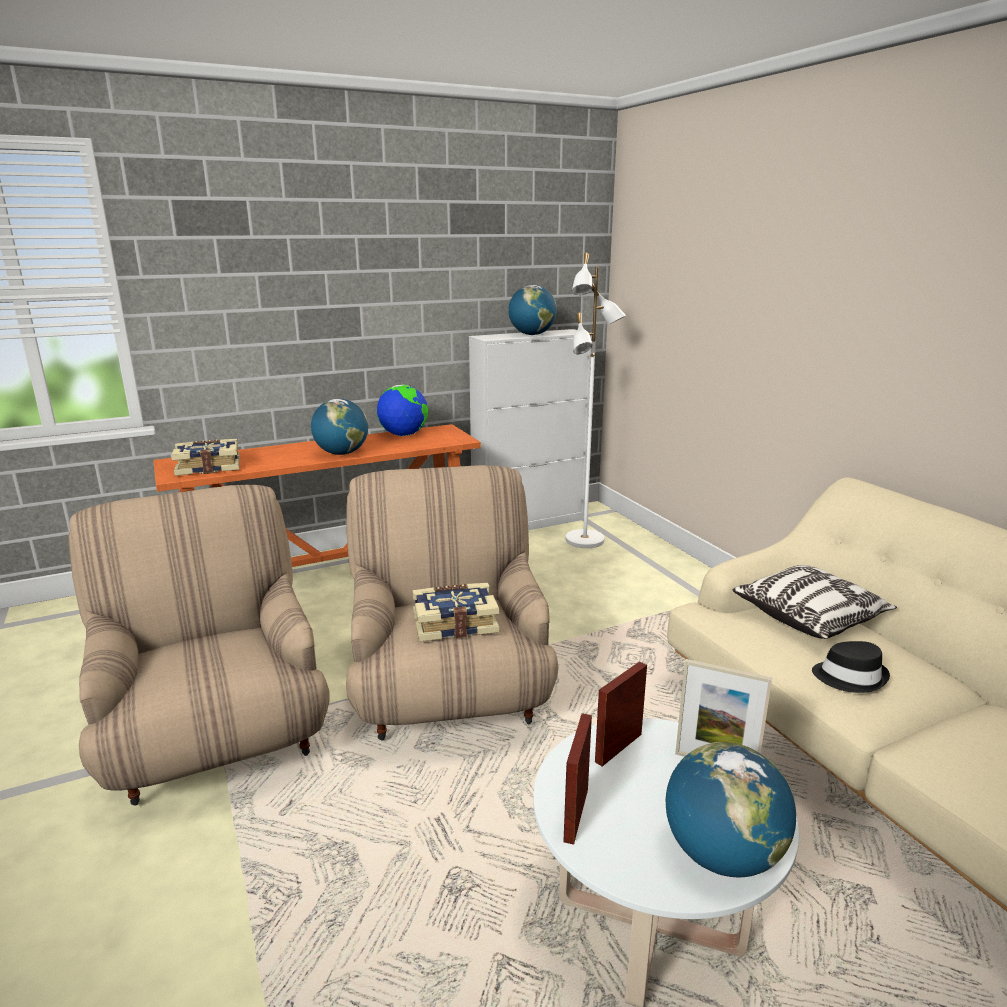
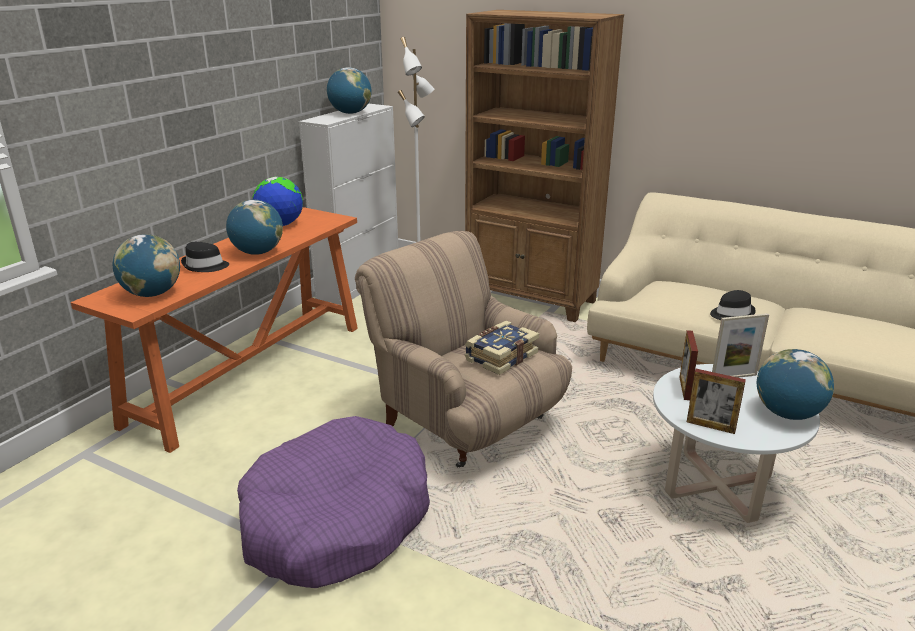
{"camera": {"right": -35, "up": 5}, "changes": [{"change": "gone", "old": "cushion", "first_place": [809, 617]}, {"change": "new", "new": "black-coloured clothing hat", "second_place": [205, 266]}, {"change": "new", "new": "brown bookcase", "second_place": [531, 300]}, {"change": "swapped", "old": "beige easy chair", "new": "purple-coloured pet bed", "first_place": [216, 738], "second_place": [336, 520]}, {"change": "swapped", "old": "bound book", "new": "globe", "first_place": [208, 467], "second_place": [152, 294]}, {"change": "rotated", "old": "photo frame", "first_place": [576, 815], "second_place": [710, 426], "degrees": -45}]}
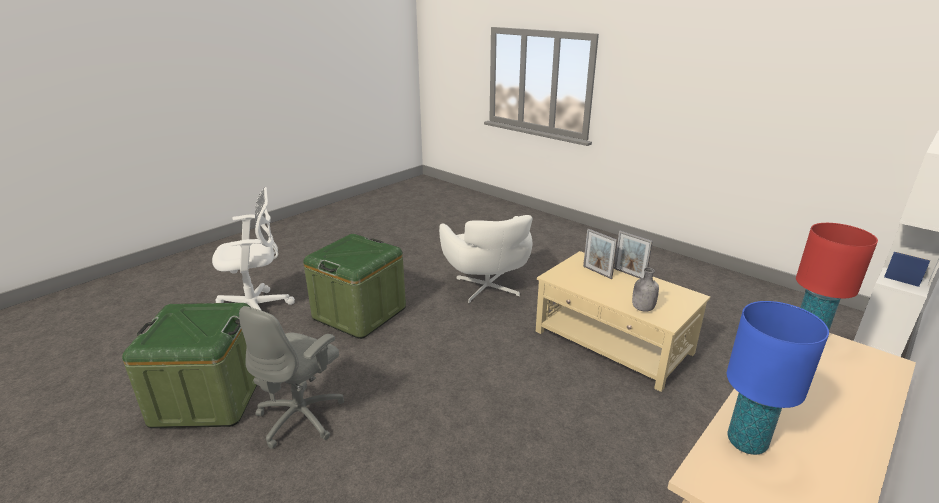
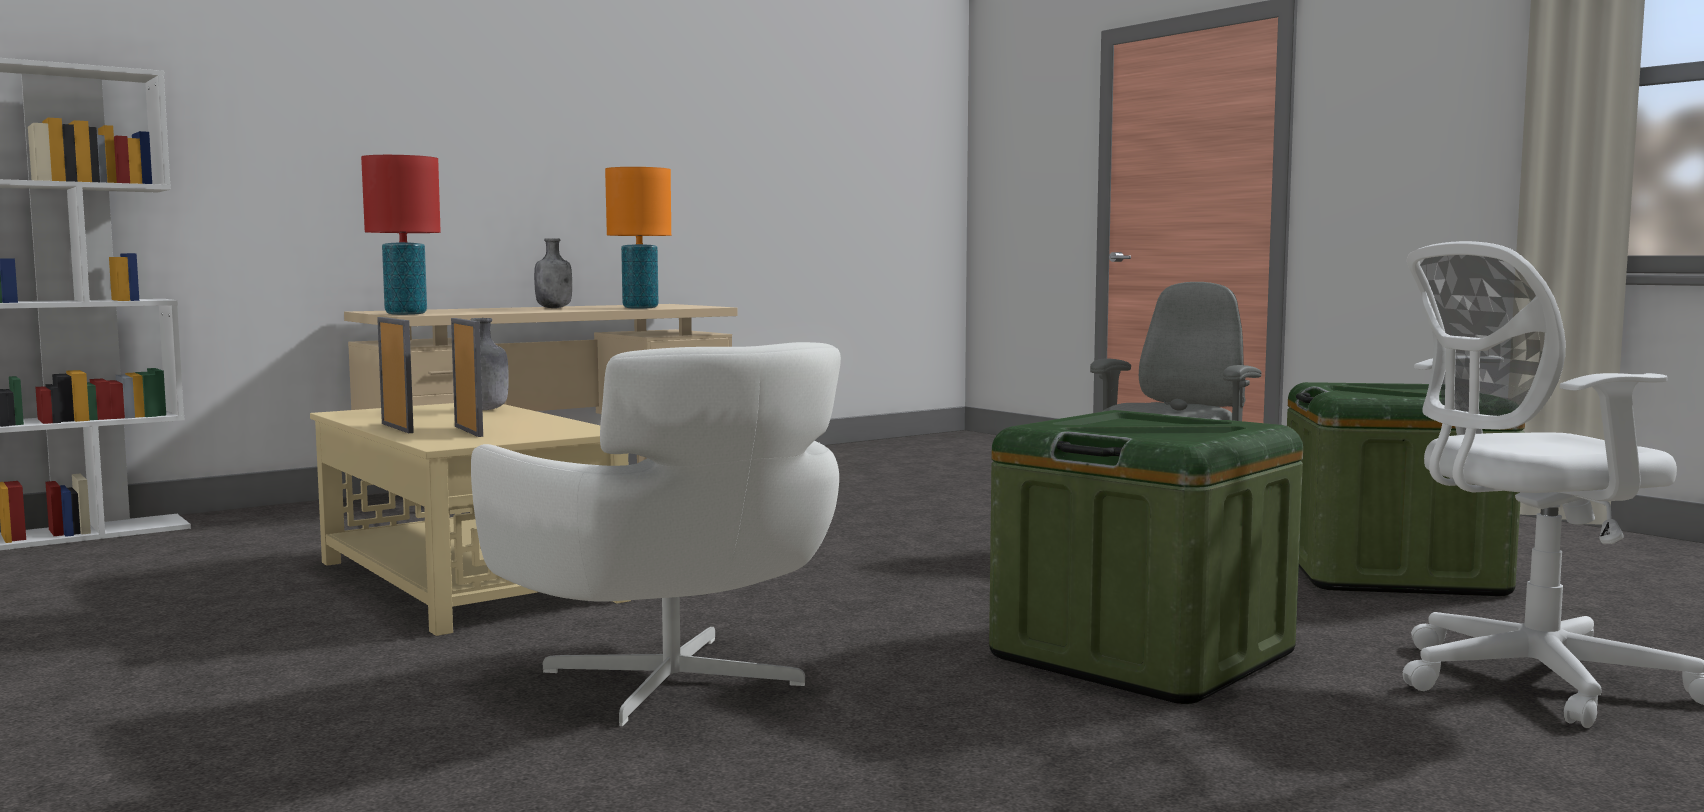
{"camera": {"right": -170, "up": -20}, "changes": [{"change": "new", "new": "grey drink bottle", "second_place": [554, 308]}, {"change": "repainted", "old": "blue-coloured lamp for a table", "new": "orange lamp for a table", "first_place": [746, 442], "second_place": [640, 308]}, {"change": "rotated", "old": "whitish easy chair", "first_place": [488, 288], "second_place": [677, 681], "degrees": 150}]}
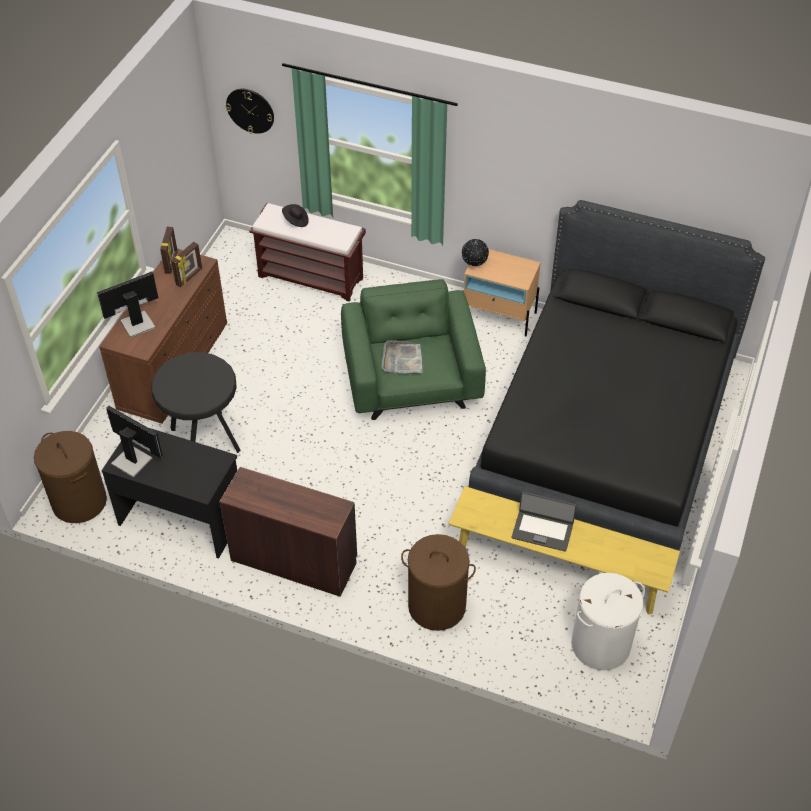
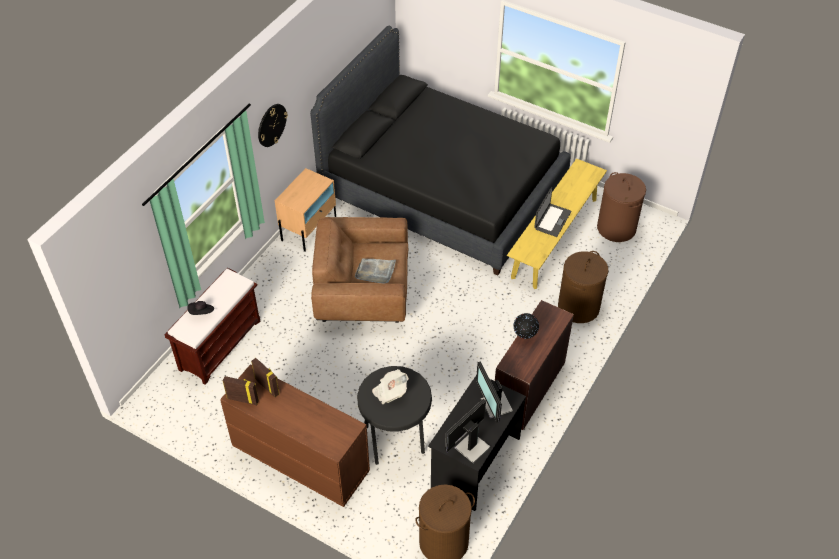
{"camera": {"right": -80, "up": 0}, "changes": [{"change": "new", "new": "newspaper", "second_place": [390, 392]}, {"change": "shifted", "old": "computer screen", "first_place": [136, 323], "second_place": [495, 405]}, {"change": "shifted", "old": "wall clock", "first_place": [250, 110], "second_place": [271, 125]}, {"change": "shifted", "old": "globe", "first_place": [474, 265], "second_place": [525, 336]}, {"change": "repainted", "old": "green easy chair", "new": "brown easy chair", "first_place": [411, 380], "second_place": [362, 292]}, {"change": "repainted", "old": "whitish washing basket", "new": "brown washing basket", "first_place": [600, 645], "second_place": [616, 228]}]}
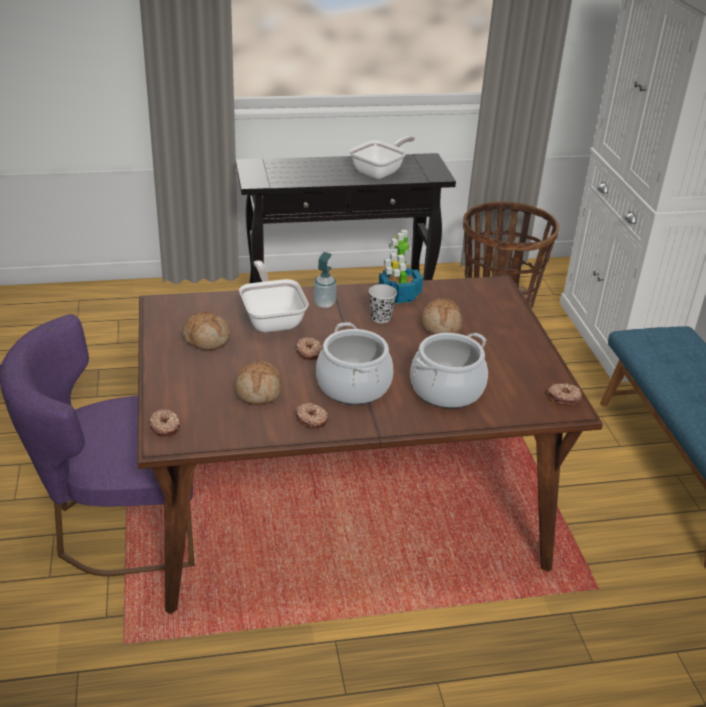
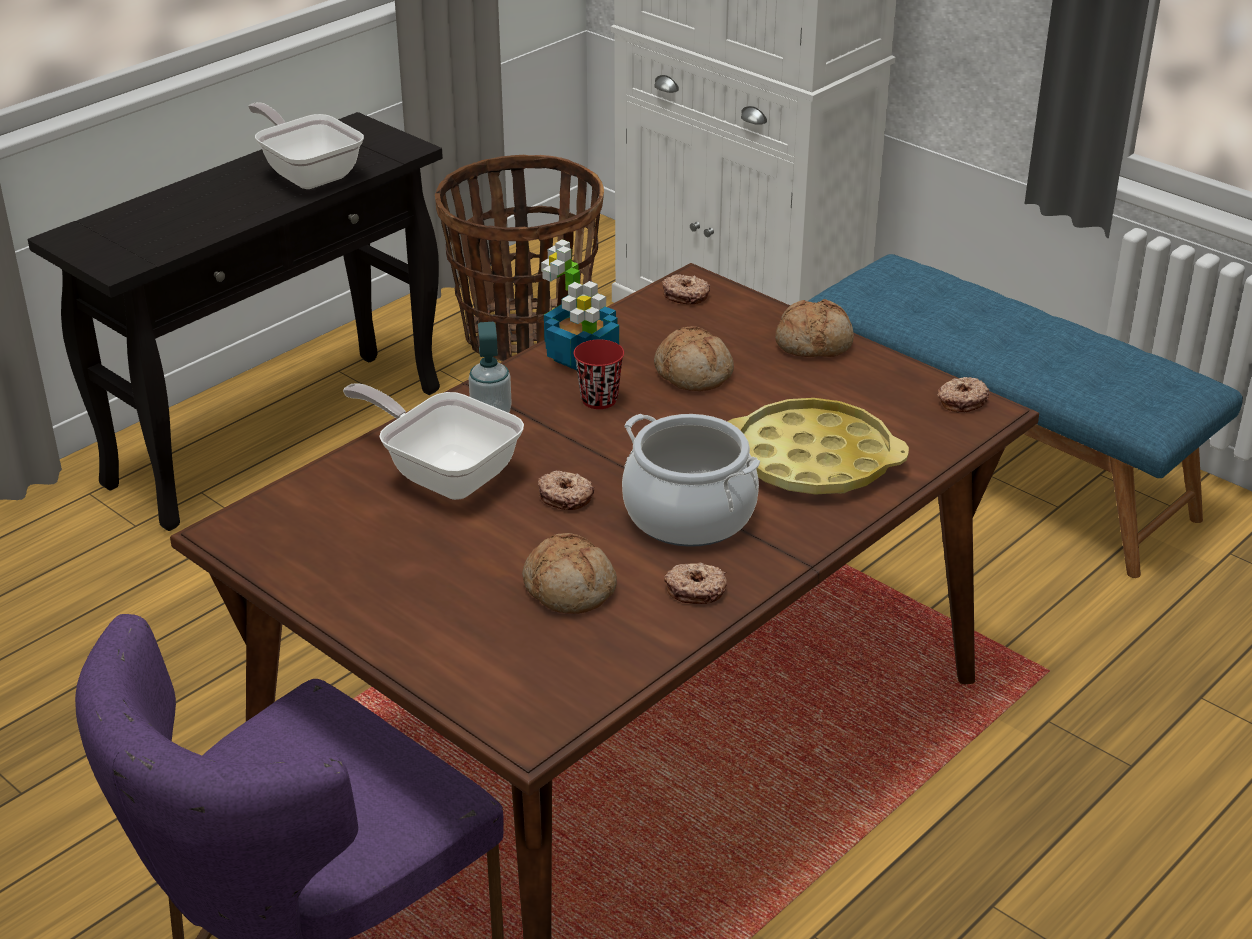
{"camera": {"right": -35, "up": 0}, "changes": [{"change": "shifted", "old": "doughnut", "first_place": [165, 427], "second_place": [685, 295]}, {"change": "shifted", "old": "baked bread", "first_place": [207, 339], "second_place": [814, 343]}, {"change": "swapped", "old": "saucepot", "new": "yellow-coloured tray", "first_place": [446, 389], "second_place": [813, 460]}, {"change": "repainted", "old": "black-coloured drinking cup", "new": "red drinking cup", "first_place": [380, 318], "second_place": [599, 400]}, {"change": "rotated", "old": "frying pan", "first_place": [381, 172], "second_place": [308, 173], "degrees": -45}]}
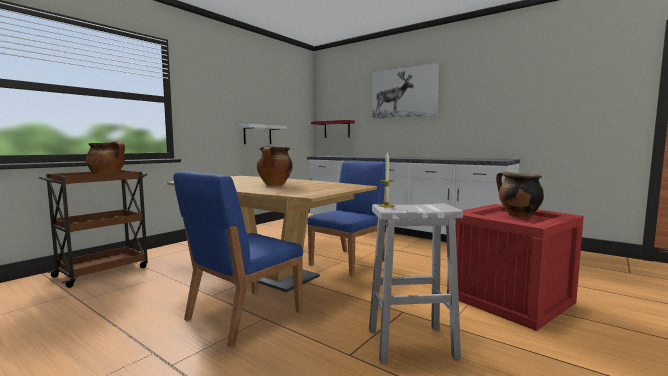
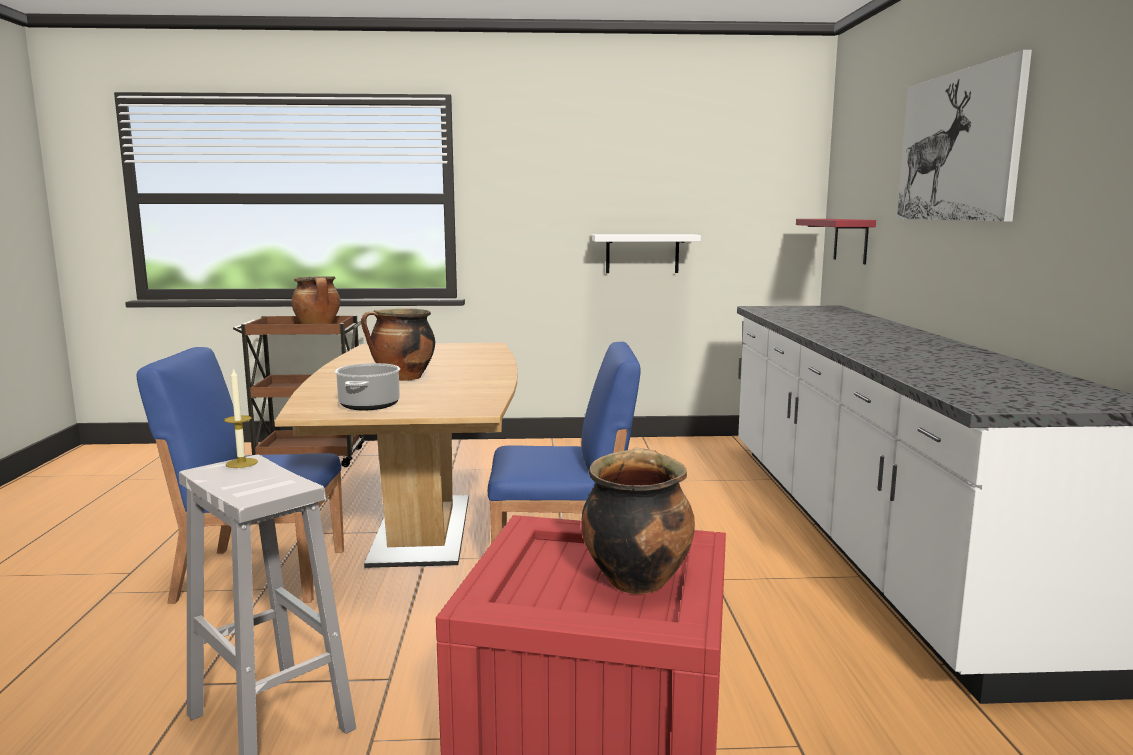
{"camera": {"right": 50, "up": 5}, "changes": [{"change": "new", "new": "saucepot", "second_place": [369, 405]}]}
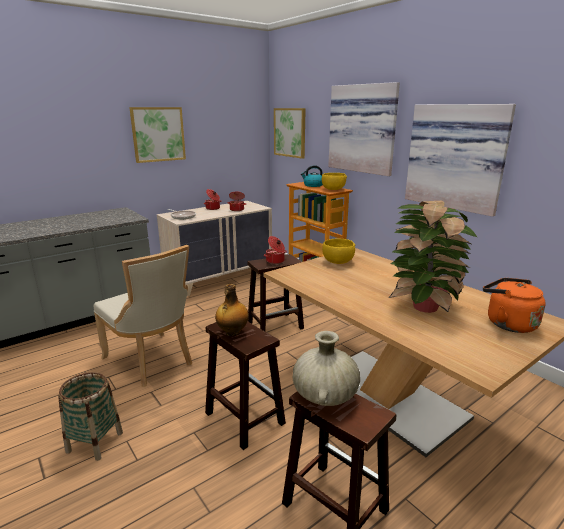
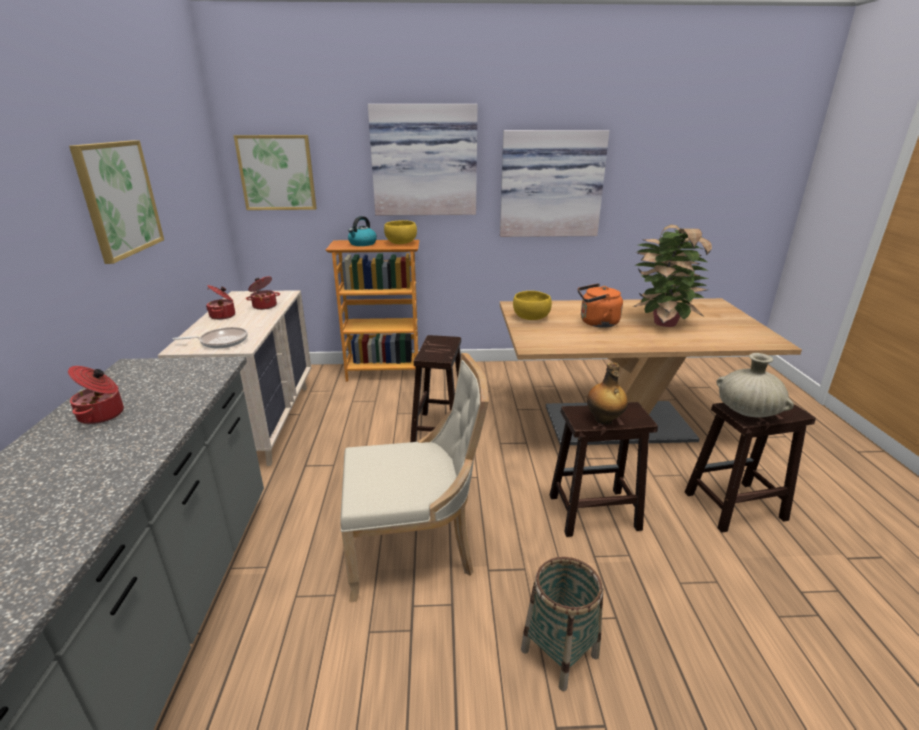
{"camera": {"right": -55, "up": 5}, "changes": [{"change": "shifted", "old": "saucepot", "first_place": [275, 261], "second_place": [103, 415]}, {"change": "shifted", "old": "orange kettle", "first_place": [507, 323], "second_place": [596, 323]}]}
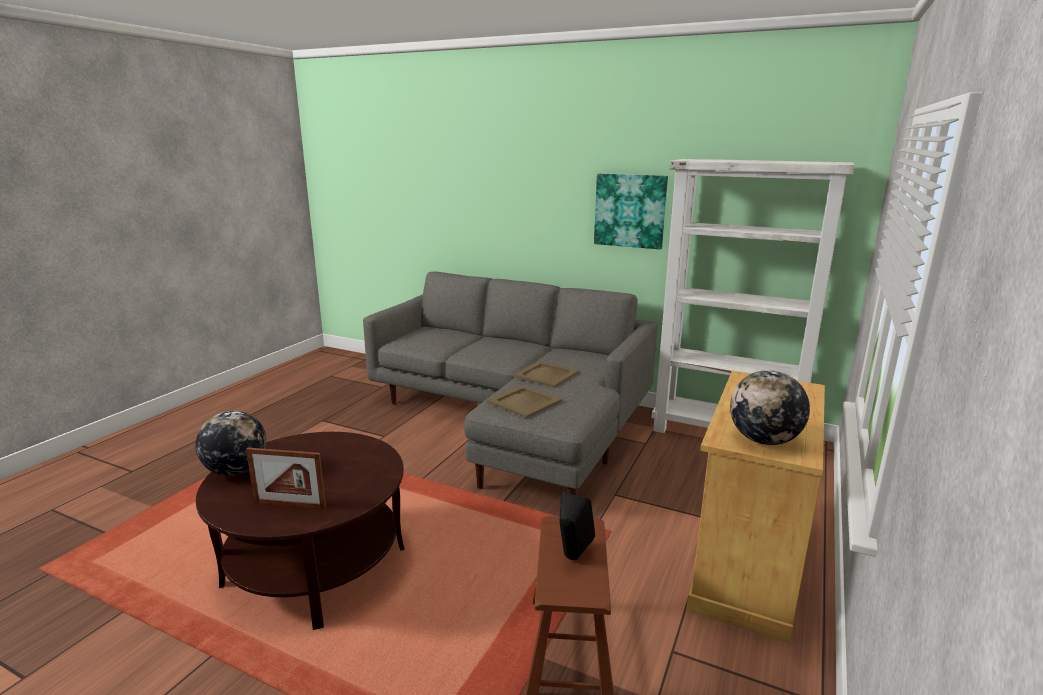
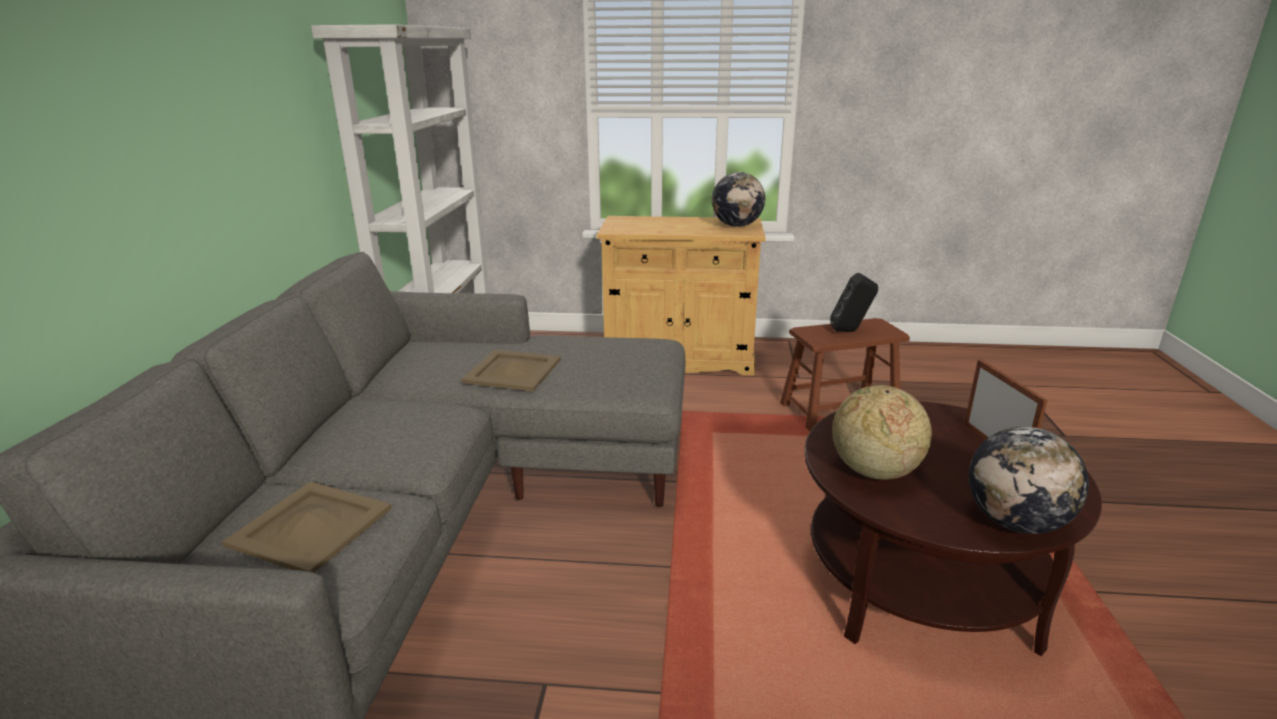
{"camera": {"right": -110, "up": 5}, "changes": [{"change": "gone", "old": "picture", "first_place": [630, 210]}, {"change": "new", "new": "globe", "second_place": [874, 471]}, {"change": "shifted", "old": "beige tray", "first_place": [525, 401], "second_place": [310, 525]}]}
